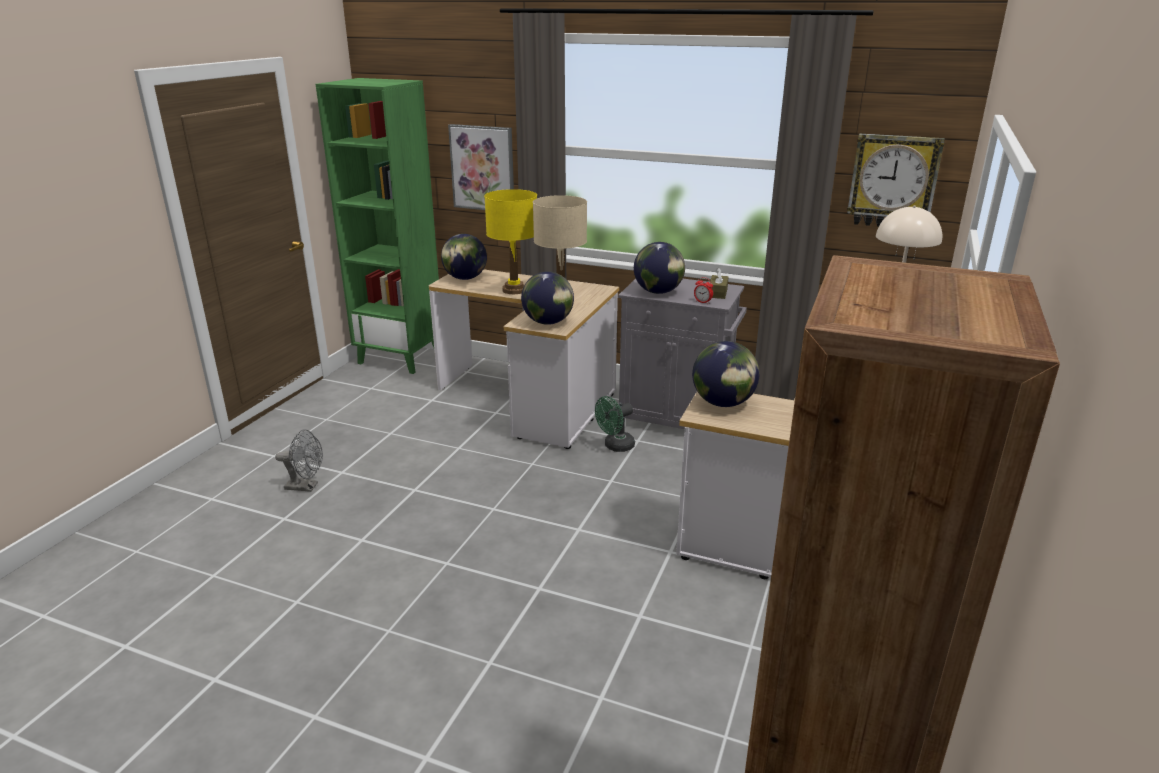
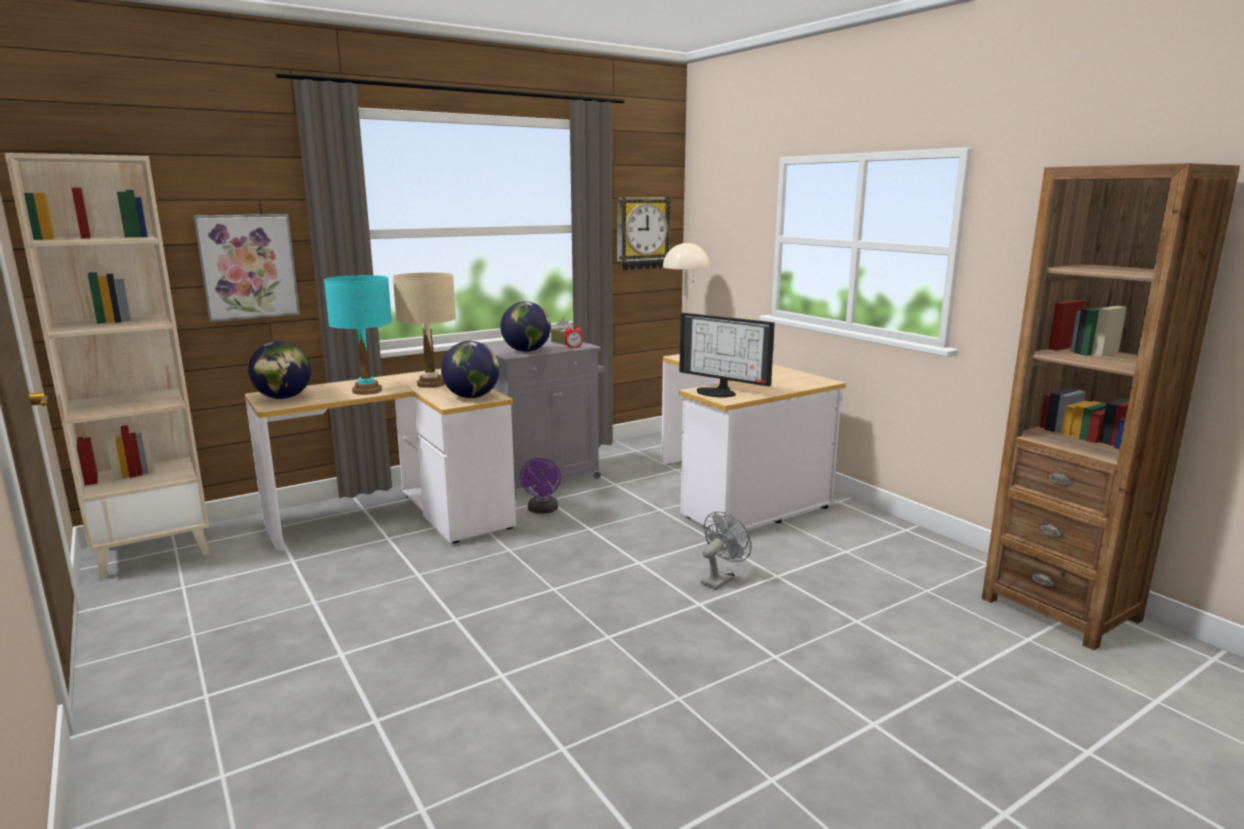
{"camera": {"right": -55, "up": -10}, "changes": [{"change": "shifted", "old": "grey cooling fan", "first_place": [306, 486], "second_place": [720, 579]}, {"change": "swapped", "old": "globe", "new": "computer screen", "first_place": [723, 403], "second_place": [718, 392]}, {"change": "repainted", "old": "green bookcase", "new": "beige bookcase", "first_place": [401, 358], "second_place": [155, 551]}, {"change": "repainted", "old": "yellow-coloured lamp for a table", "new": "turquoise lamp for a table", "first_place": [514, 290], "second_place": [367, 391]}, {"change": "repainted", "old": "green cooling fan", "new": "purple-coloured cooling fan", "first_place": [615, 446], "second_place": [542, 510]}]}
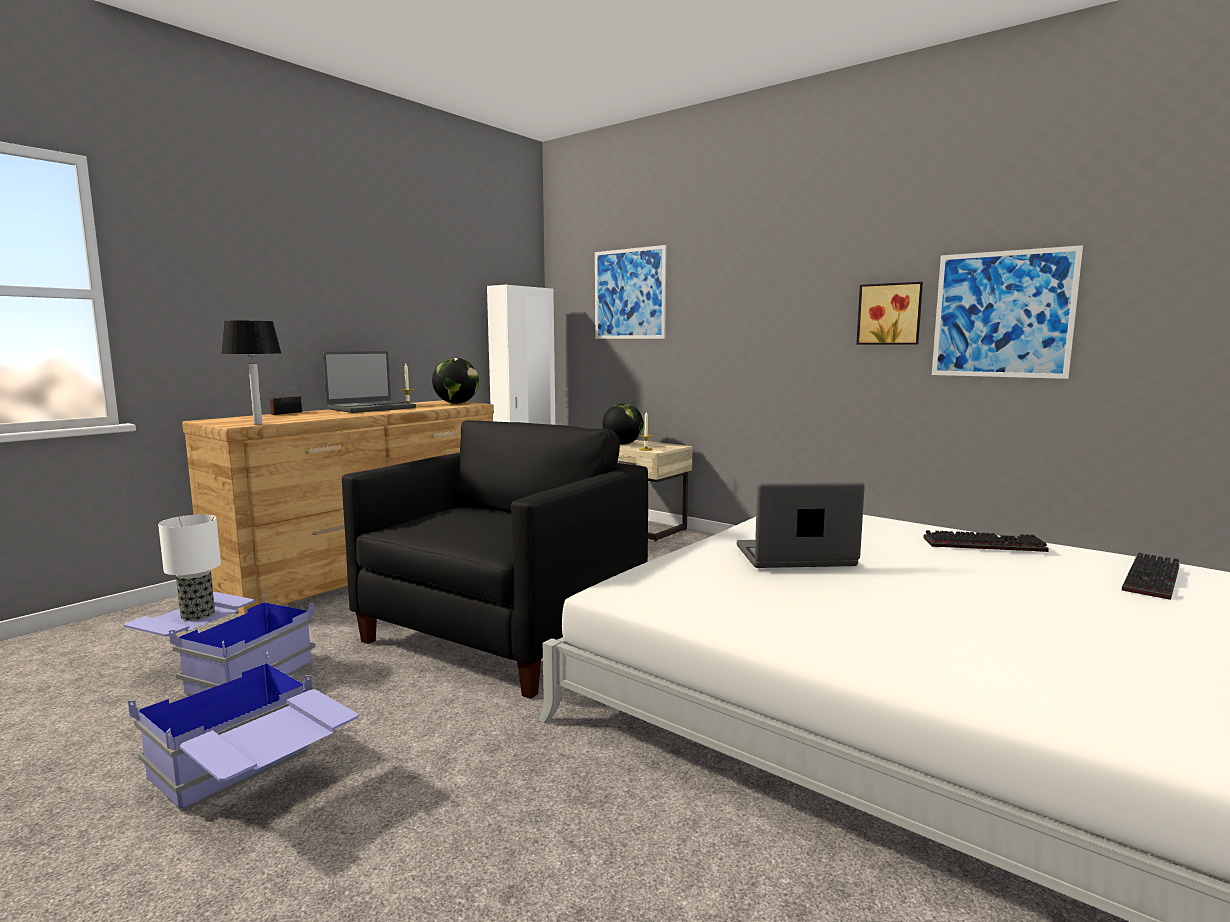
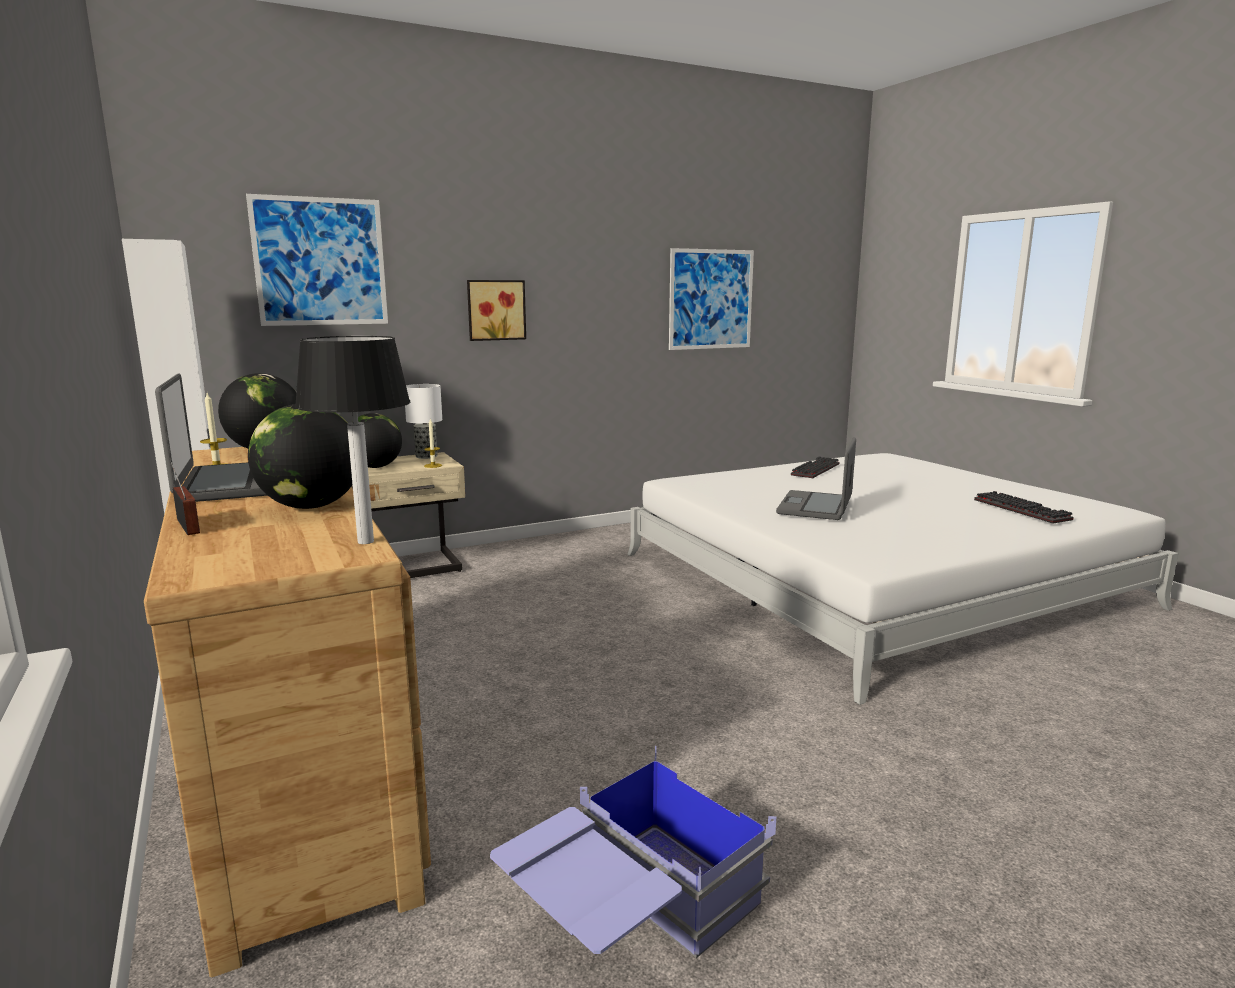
{"camera": {"right": -65, "up": 5}, "changes": [{"change": "gone", "old": "blue-coloured storage container", "first_place": [253, 783]}, {"change": "gone", "old": "black-coloured easy chair", "first_place": [503, 633]}, {"change": "new", "new": "globe", "second_place": [311, 506]}, {"change": "shifted", "old": "lamp for a table", "first_place": [199, 615], "second_place": [427, 456]}, {"change": "shifted", "old": "picture", "first_place": [890, 314], "second_place": [495, 310]}, {"change": "shifted", "old": "PC keyboard", "first_place": [1154, 580], "second_place": [1024, 510]}]}
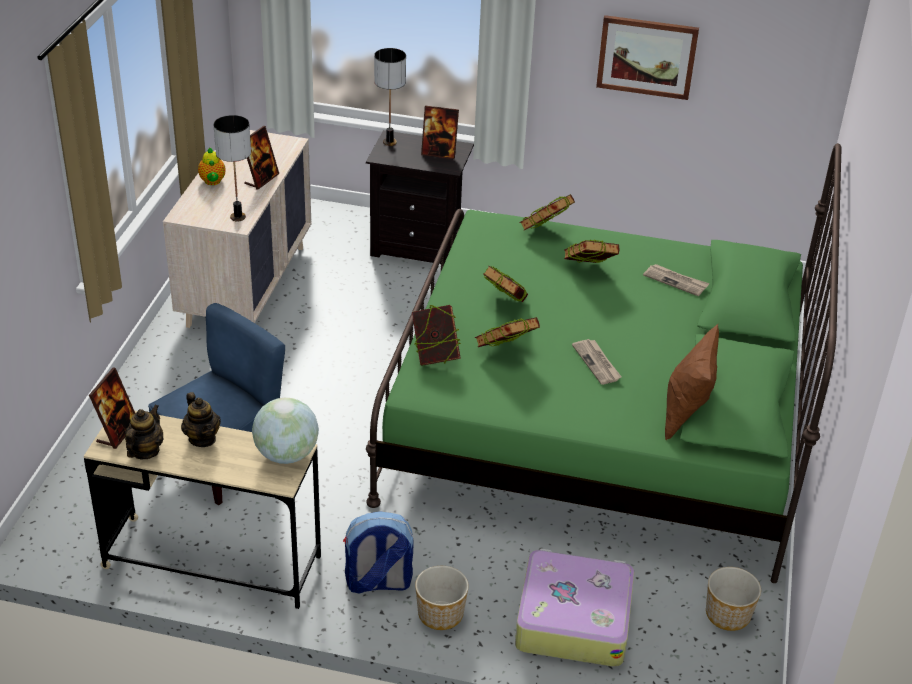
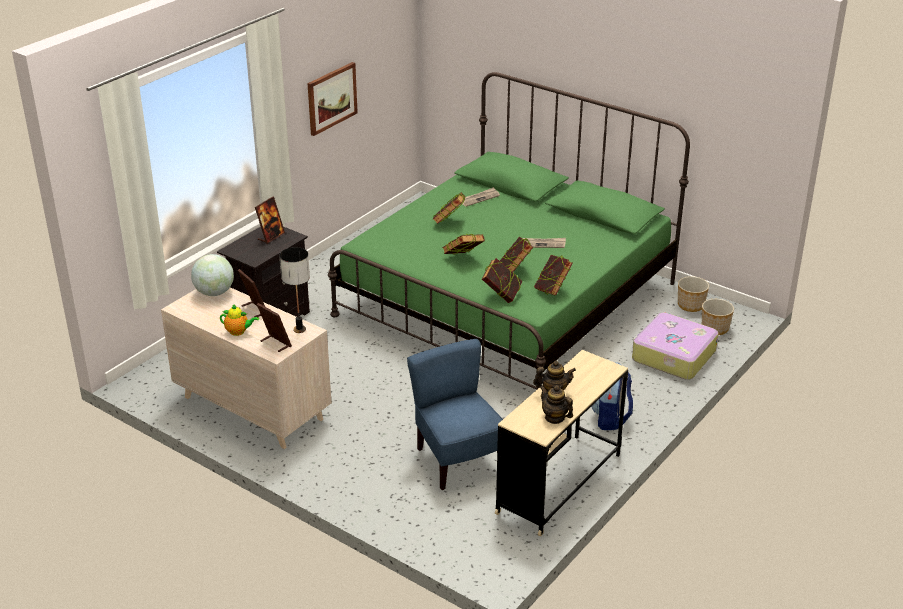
{"camera": {"right": -65, "up": -5}, "changes": [{"change": "gone", "old": "lamp for a table", "first_place": [389, 142]}, {"change": "gone", "old": "brown cushion", "first_place": [686, 414]}, {"change": "shifted", "old": "photo frame", "first_place": [117, 432], "second_place": [275, 343]}, {"change": "shifted", "old": "globe", "first_place": [286, 454], "second_place": [214, 293]}, {"change": "shifted", "old": "planter", "first_place": [441, 614], "second_place": [715, 328]}, {"change": "shifted", "old": "bound book", "first_place": [545, 232], "second_place": [552, 290]}]}
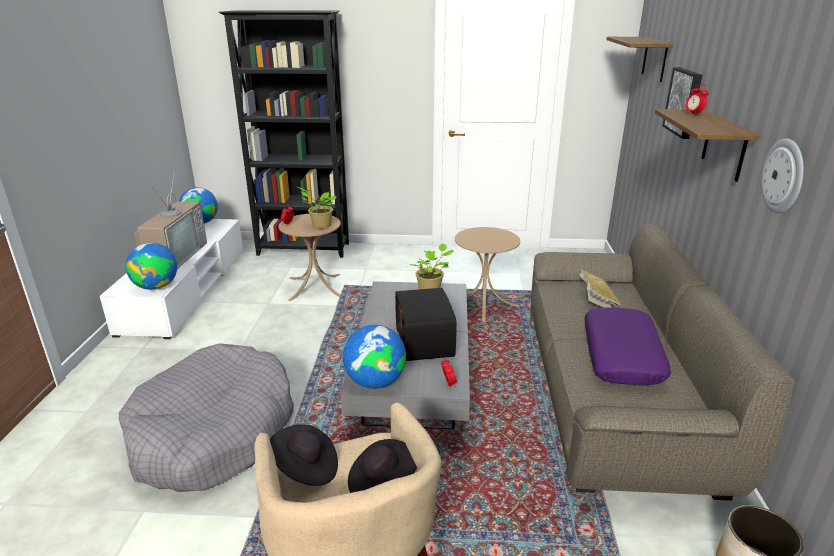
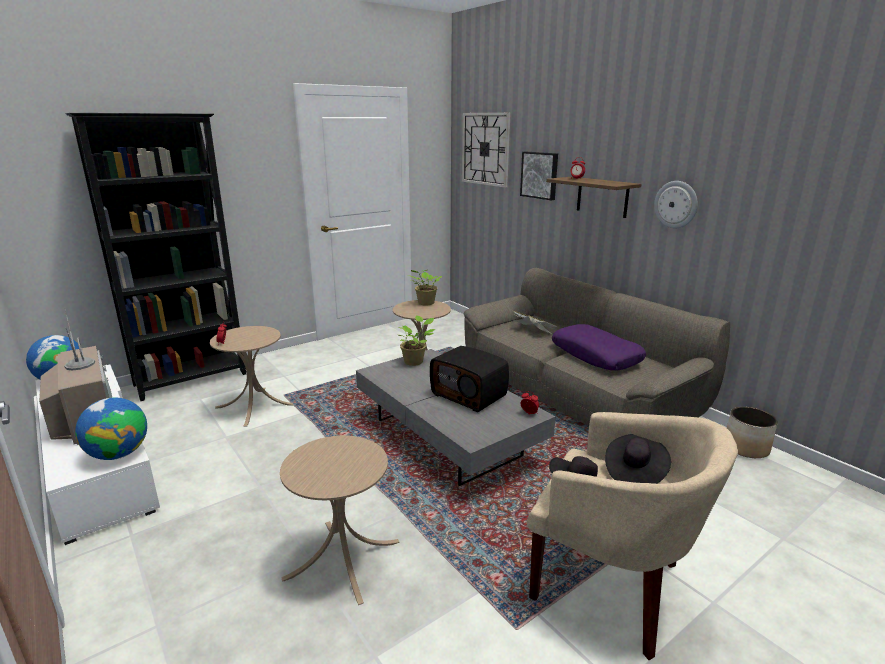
{"camera": {"right": -40, "up": -5}, "changes": [{"change": "gone", "old": "globe", "first_place": [375, 382]}, {"change": "shifted", "old": "plant in a pot", "first_place": [320, 226], "second_place": [425, 303]}, {"change": "swapped", "old": "grey pet bed", "new": "beige side table", "first_place": [213, 432], "second_place": [342, 559]}, {"change": "swapped", "old": "bracket shelf", "new": "wall clock", "first_place": [654, 59], "second_place": [485, 149]}]}
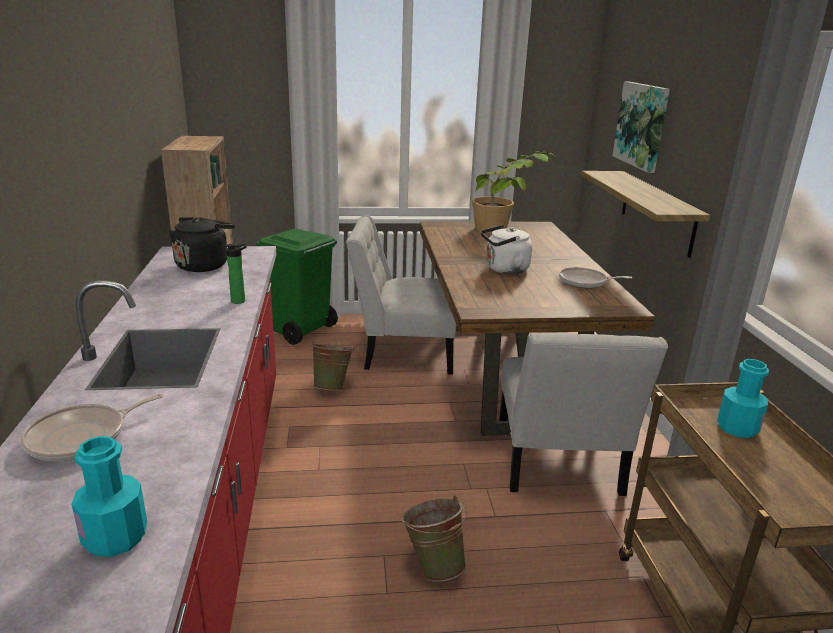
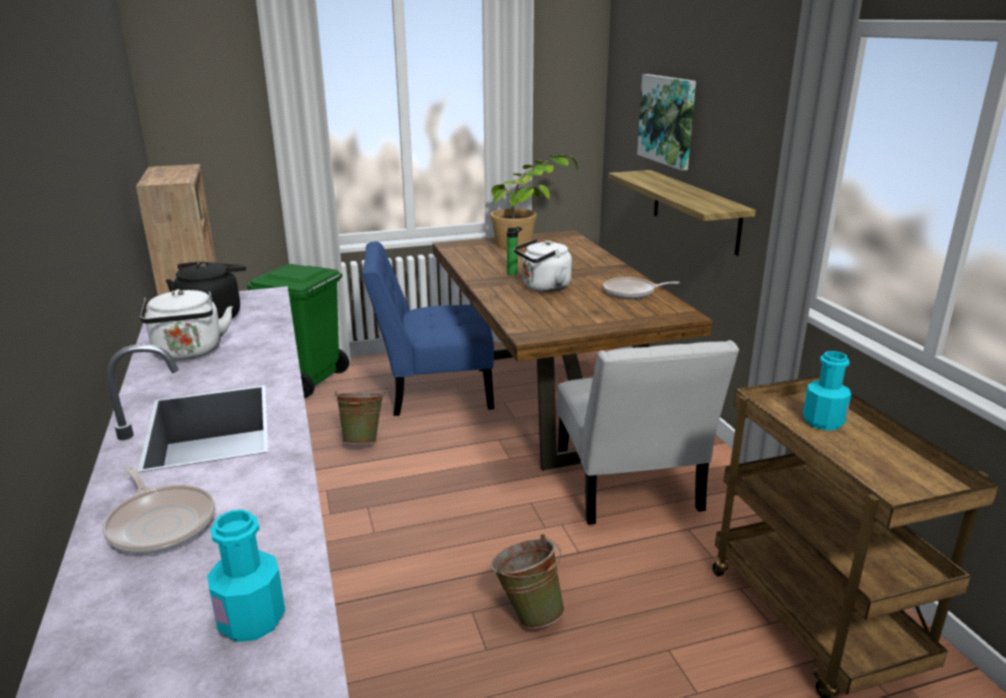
{"camera": {"right": -10, "up": 0}, "changes": [{"change": "new", "new": "whitish kettle", "second_place": [189, 353]}, {"change": "shifted", "old": "drink bottle", "first_place": [240, 301], "second_place": [513, 273]}, {"change": "repainted", "old": "whitish upright chair", "new": "blue-coloured upright chair", "first_place": [404, 352], "second_place": [433, 391]}, {"change": "rotated", "old": "frying pan", "first_place": [82, 437], "second_place": [161, 523], "degrees": -75}]}
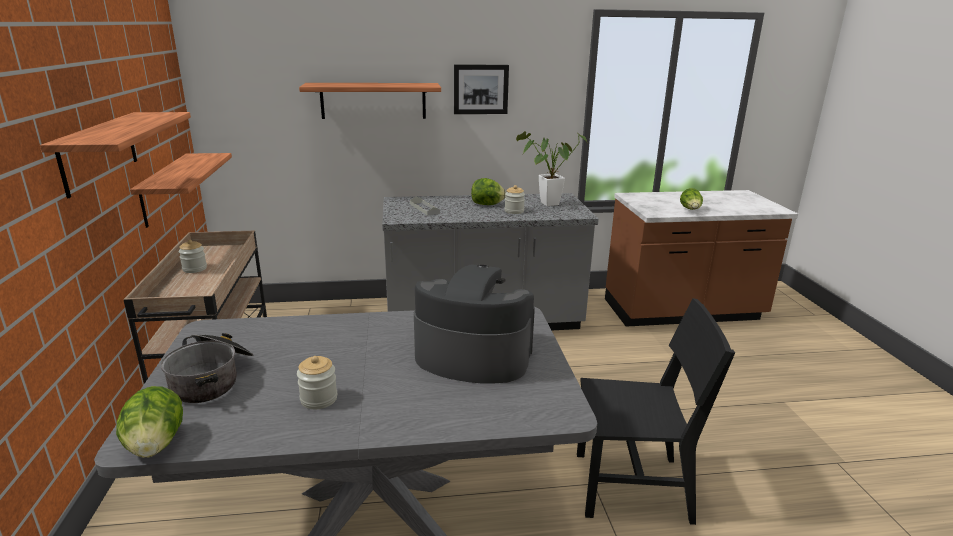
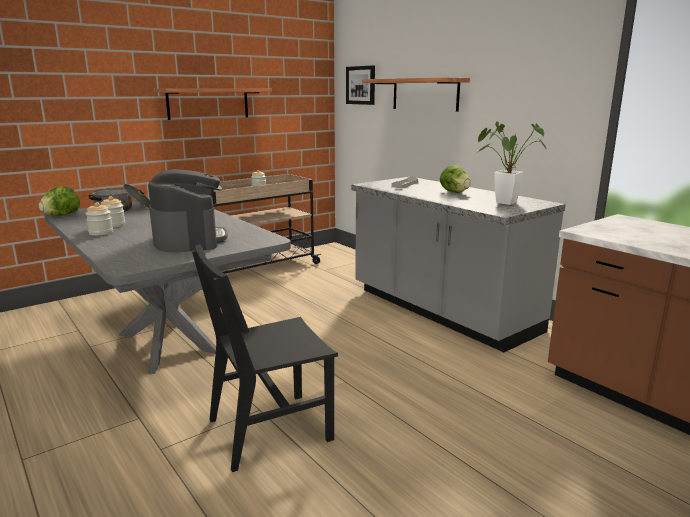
{"camera": {"right": 60, "up": -5}, "changes": [{"change": "gone", "old": "bracket shelf", "first_place": [164, 189]}, {"change": "gone", "old": "lettuce", "first_place": [691, 210]}, {"change": "shifted", "old": "picture", "first_place": [480, 89], "second_place": [361, 85]}, {"change": "shifted", "old": "jar", "first_place": [514, 211], "second_place": [101, 232]}, {"change": "rotated", "old": "black-coloured upright chair", "first_place": [632, 487], "second_place": [269, 429], "degrees": 90}]}
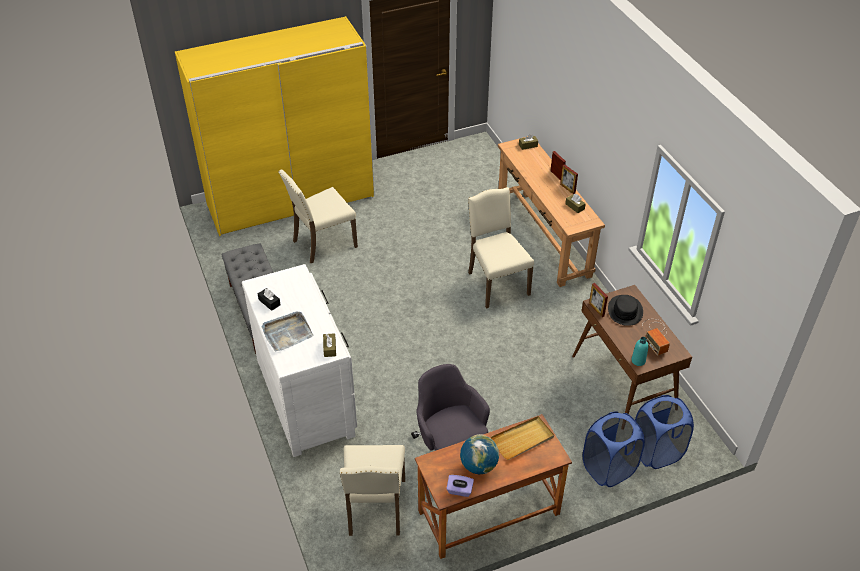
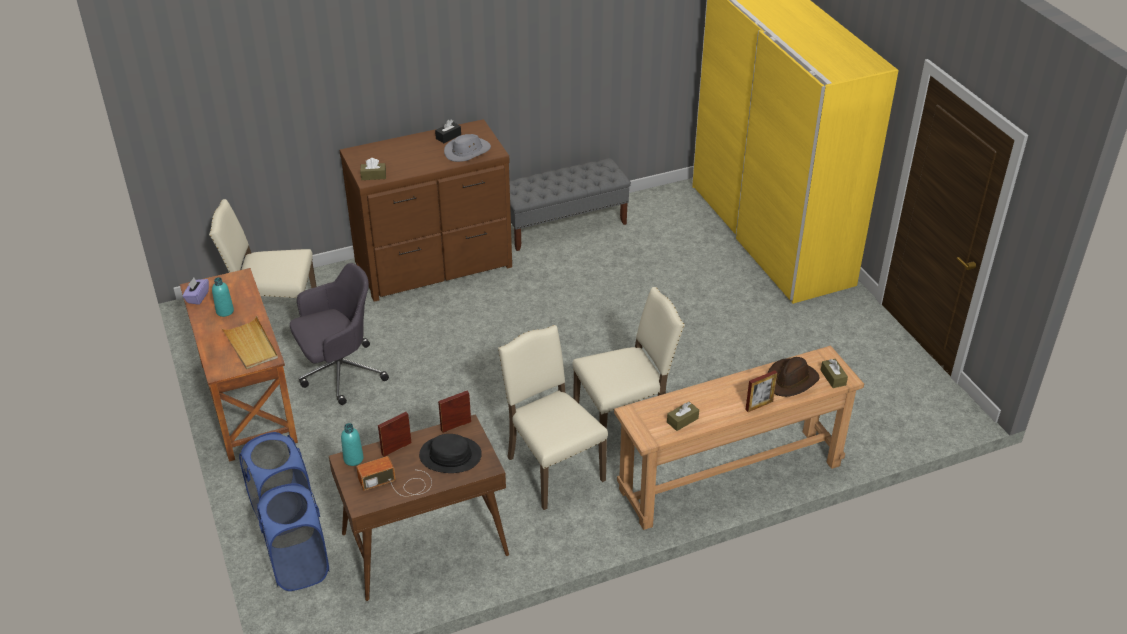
{"camera": {"right": 90, "up": -5}, "changes": [{"change": "gone", "old": "grey tray", "first_place": [287, 333]}, {"change": "new", "new": "grey clothing hat", "second_place": [467, 151]}, {"change": "new", "new": "brown clothing hat", "second_place": [791, 380]}, {"change": "shifted", "old": "beige upright chair", "first_place": [323, 243], "second_place": [552, 468]}, {"change": "shifted", "old": "photo frame", "first_place": [567, 189], "second_place": [396, 448]}, {"change": "swapped", "old": "globe", "new": "turquoise drink bottle", "first_place": [478, 465], "second_place": [225, 311]}, {"change": "repainted", "old": "whitish dresser", "new": "brown dresser", "first_place": [307, 397], "second_place": [435, 265]}]}
